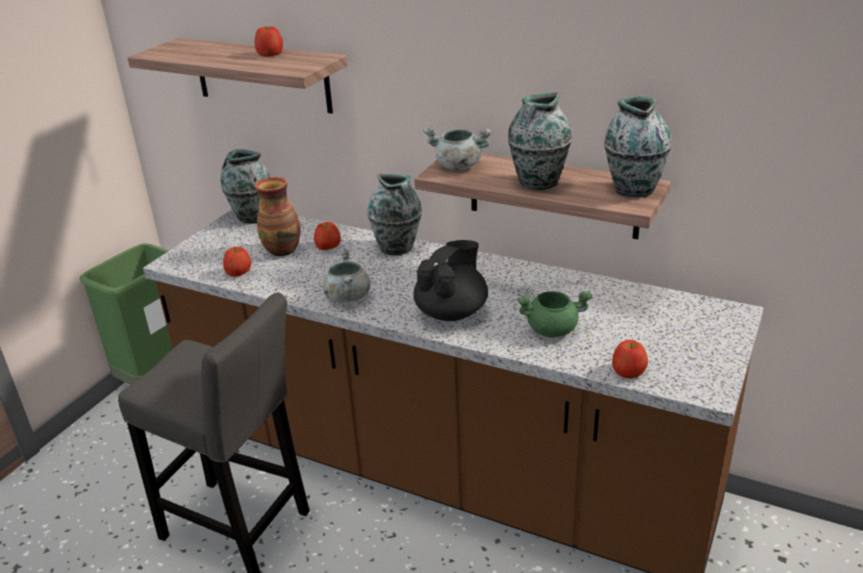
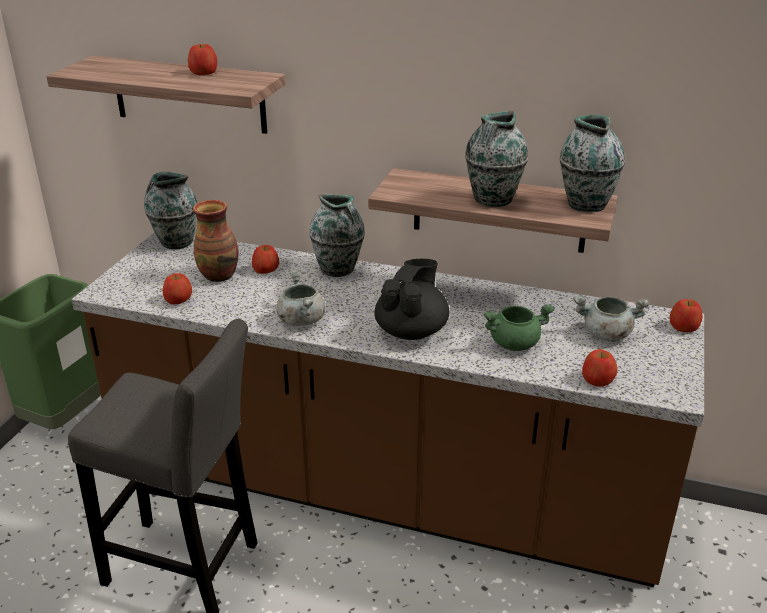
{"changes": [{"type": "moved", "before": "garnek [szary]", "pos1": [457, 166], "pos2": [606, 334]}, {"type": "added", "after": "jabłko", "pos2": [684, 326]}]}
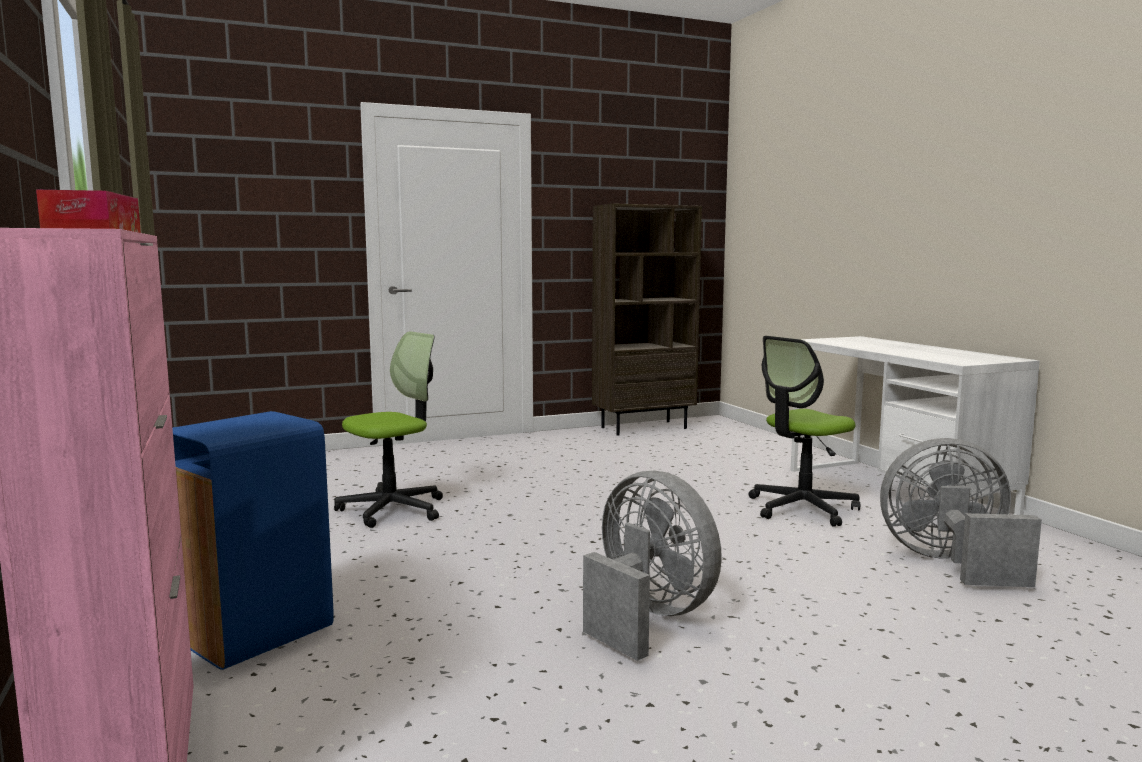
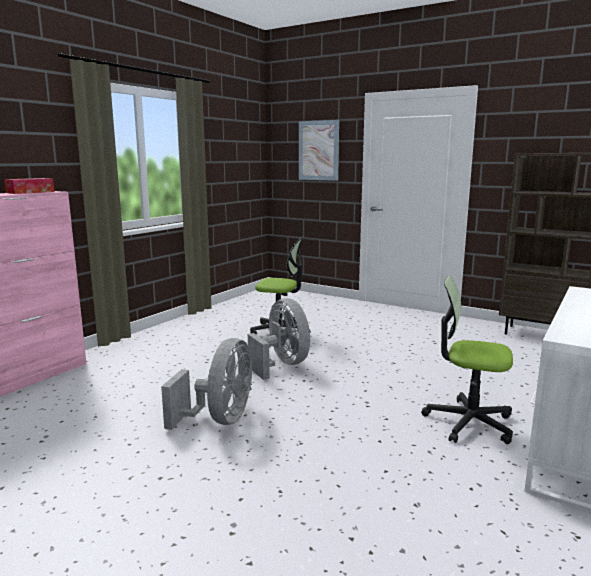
{"changes": [{"type": "removed", "before": "kosz na śmieci [niebieski]", "pos1": [252, 633]}, {"type": "moved", "before": "wentylator [szary]", "pos1": [950, 563], "pos2": [282, 365]}, {"type": "added", "after": "obraz", "pos2": [318, 150]}]}
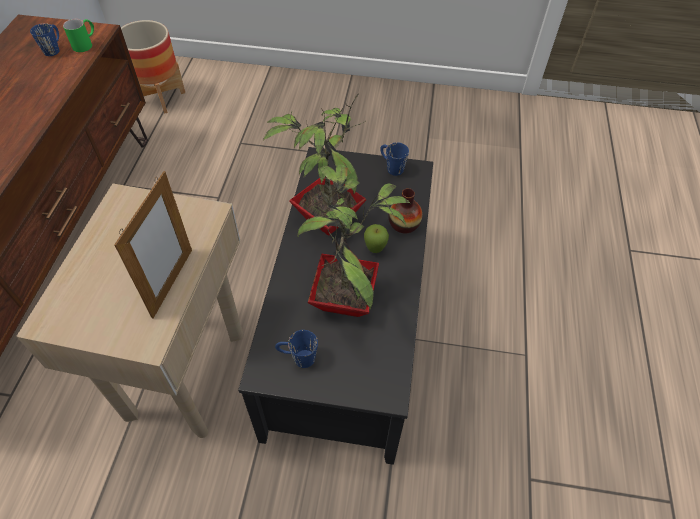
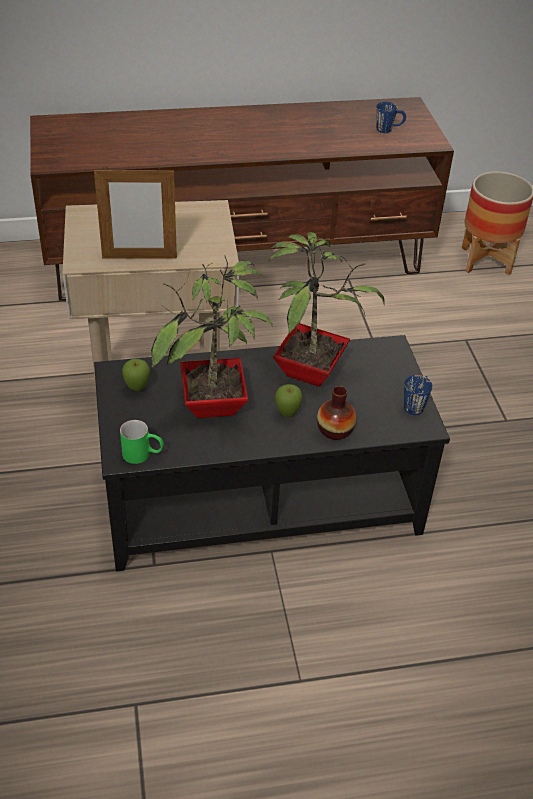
{"changes": [{"type": "moved", "before": "kubek [zielony]", "pos1": [86, 44], "pos2": [143, 455]}, {"type": "replaced", "before": "kubek [niebieski]", "after": "jabłko", "pos1": [297, 358], "pos2": [137, 388]}]}
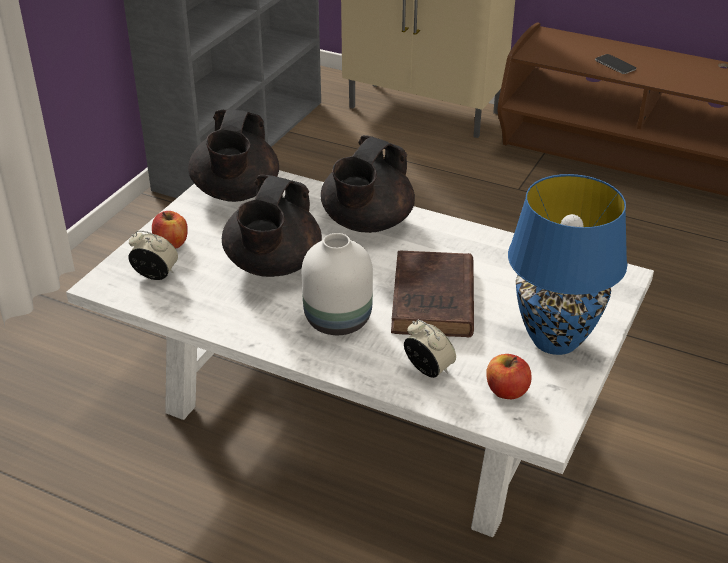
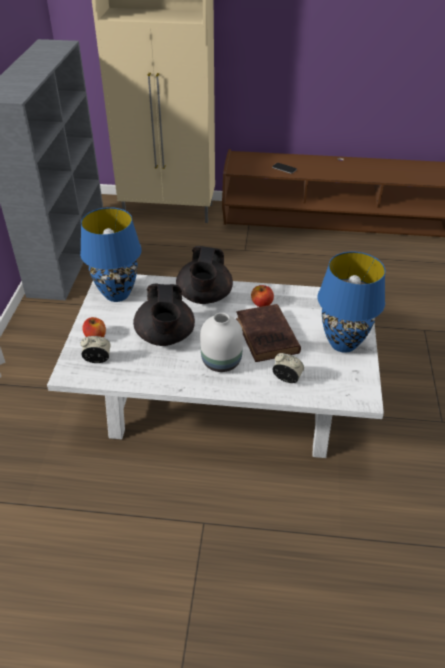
{"changes": [{"type": "replaced", "before": "imbryk [czarny]", "after": "lampa stołowa [niebieski]", "pos1": [236, 193], "pos2": [117, 295]}, {"type": "moved", "before": "jabłko", "pos1": [506, 391], "pos2": [261, 303]}]}
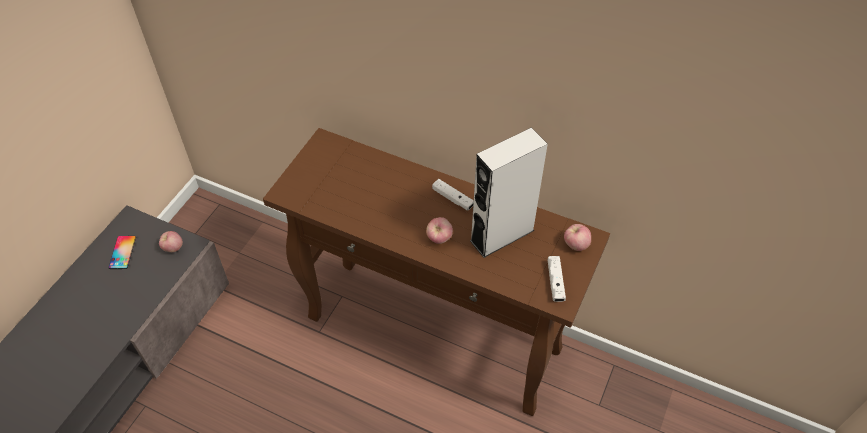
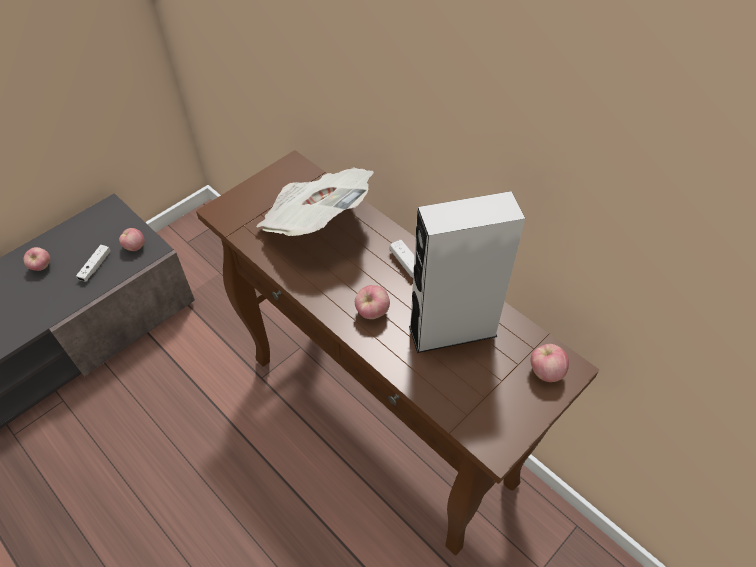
{"changes": [{"type": "removed", "before": "telefon", "pos1": [122, 252]}, {"type": "moved", "before": "pad do gier [biały]", "pos1": [555, 282], "pos2": [95, 266]}, {"type": "added", "after": "gazeta", "pos2": [315, 221]}, {"type": "added", "after": "jabłko", "pos2": [42, 267]}]}
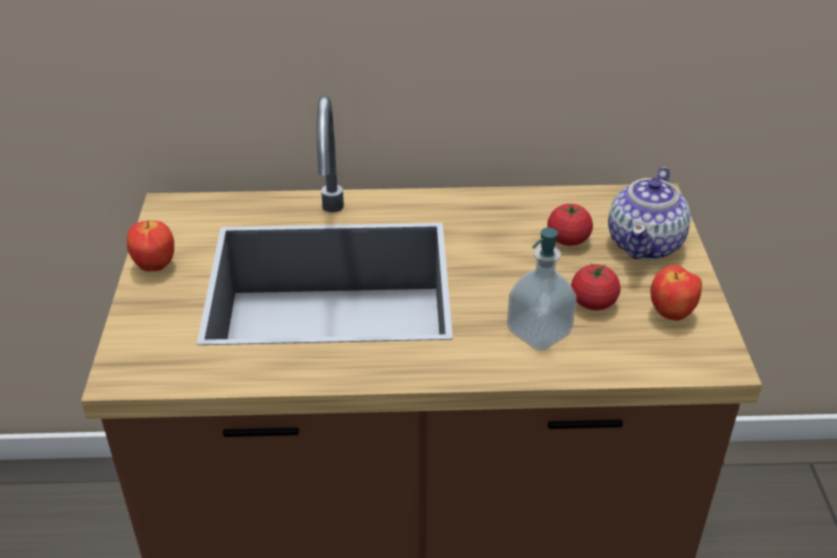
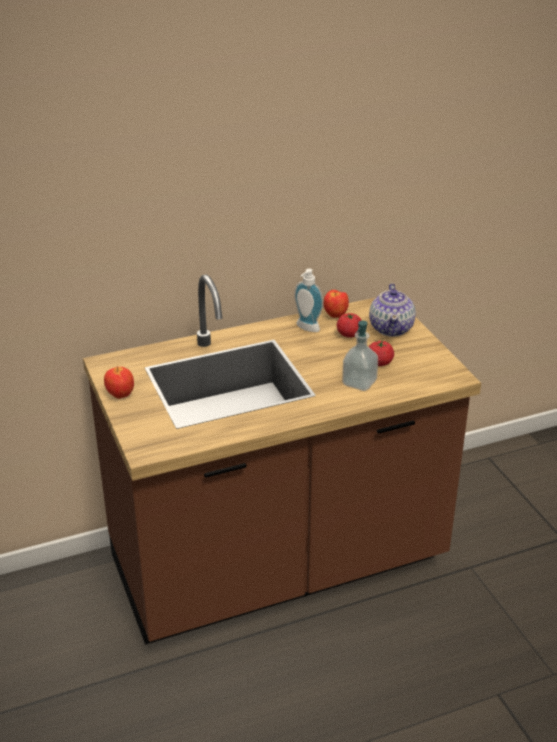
{"changes": [{"type": "moved", "before": "jabłko", "pos1": [671, 314], "pos2": [336, 316]}, {"type": "added", "after": "dozownik mydła", "pos2": [306, 328]}]}
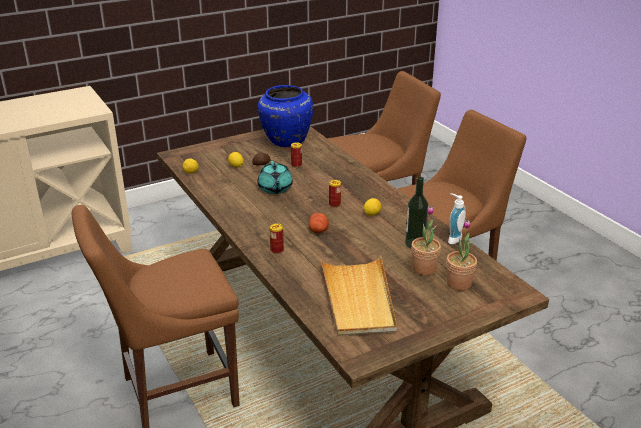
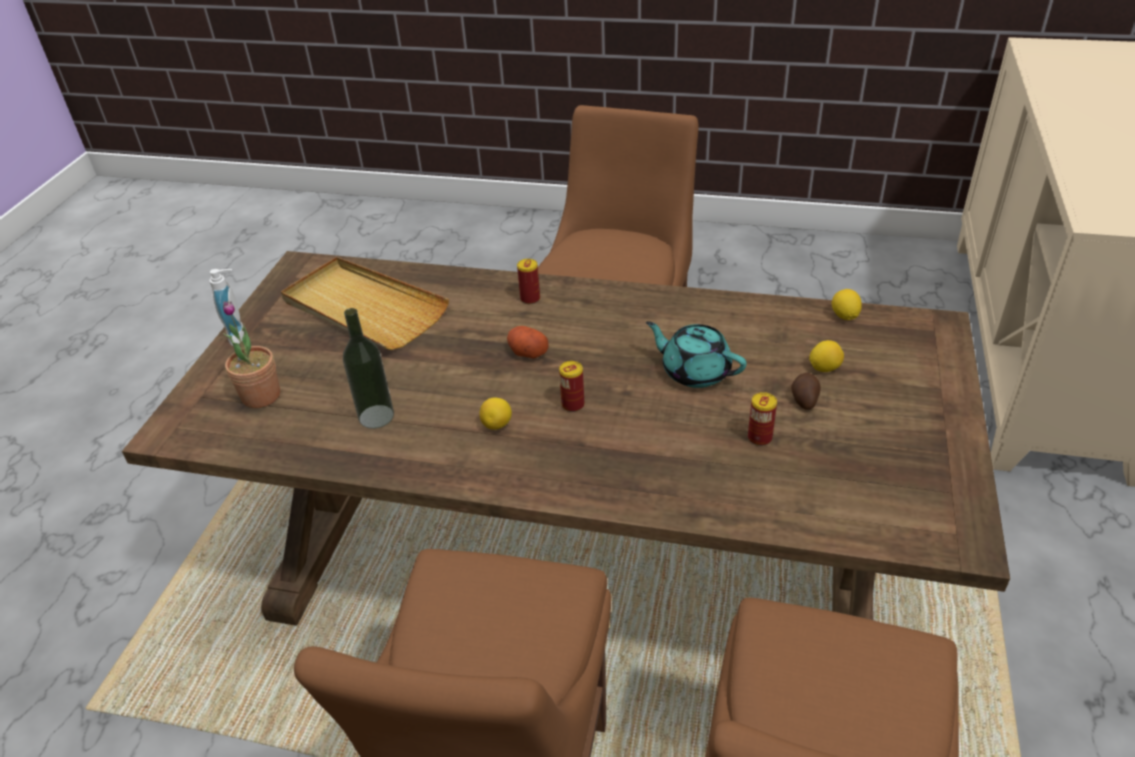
{"changes": [{"type": "removed", "before": "wazon [niebieski]", "pos1": [285, 141]}, {"type": "moved", "before": "dozownik mydła", "pos1": [452, 239], "pos2": [241, 336]}, {"type": "removed", "before": "roślina doniczkowa", "pos1": [424, 268]}]}
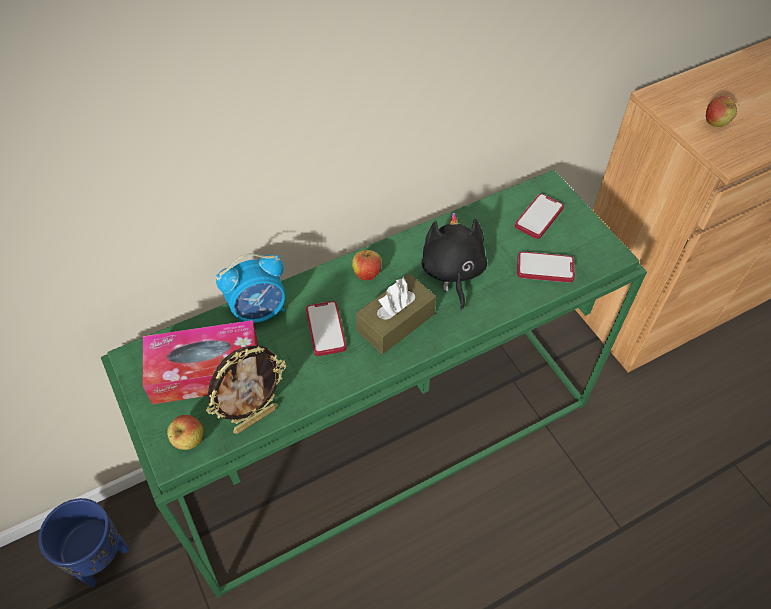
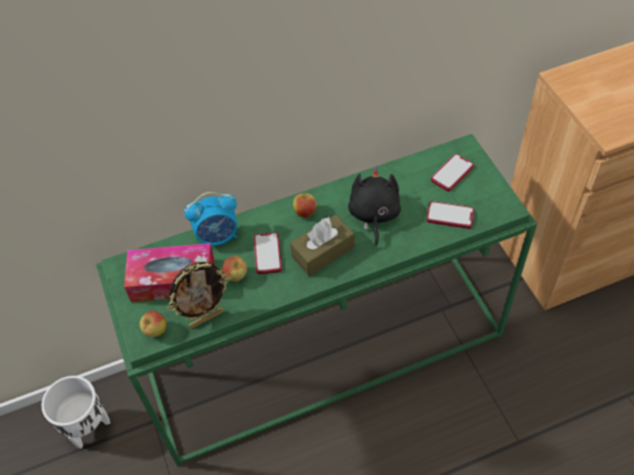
{"changes": [{"type": "moved", "before": "jabłko", "pos1": [715, 123], "pos2": [236, 276]}, {"type": "recoloured", "before": "donica [niebieski]", "after": "donica [biały]", "pos1": [100, 558], "pos2": [88, 427]}]}
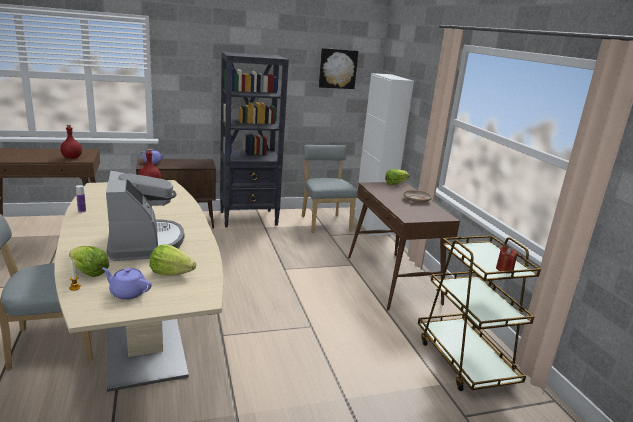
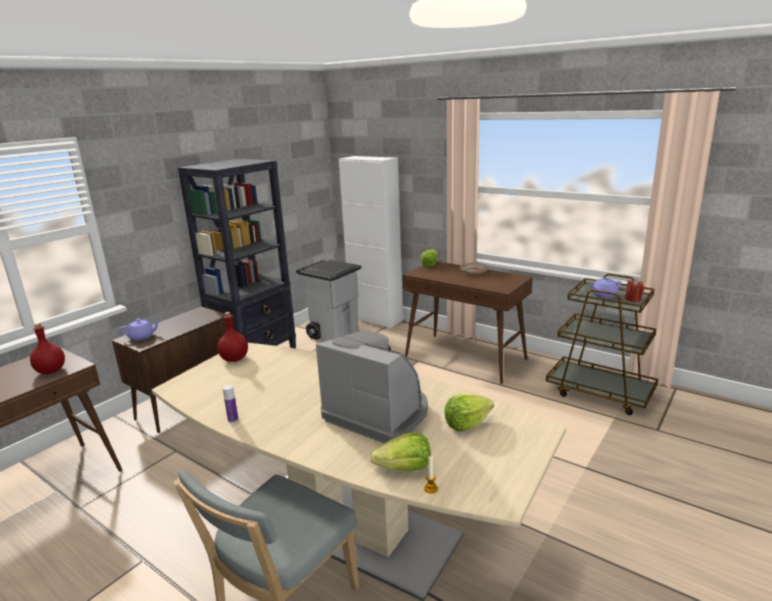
{"changes": [{"type": "removed", "before": "obraz", "pos1": [337, 68]}, {"type": "replaced", "before": "krzesło [szary]", "after": "kosz na śmieci [szary]", "pos1": [325, 222], "pos2": [334, 334]}, {"type": "moved", "before": "imbryk [fioletowy]", "pos1": [127, 293], "pos2": [603, 296]}]}
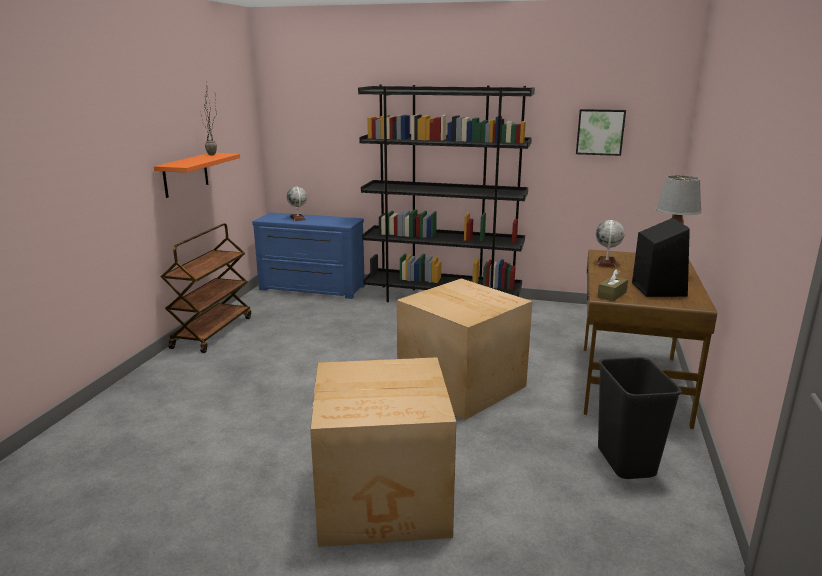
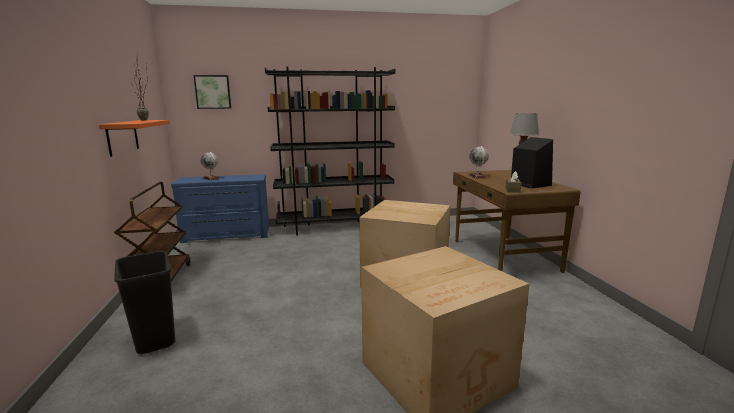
{"changes": [{"type": "moved", "before": "obraz", "pos1": [600, 132], "pos2": [213, 92]}, {"type": "moved", "before": "kosz na śmieci [czarny]", "pos1": [627, 462], "pos2": [156, 339]}]}
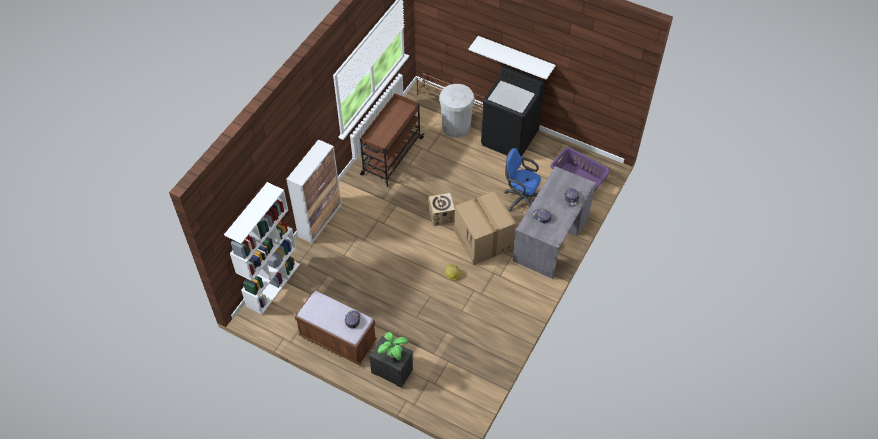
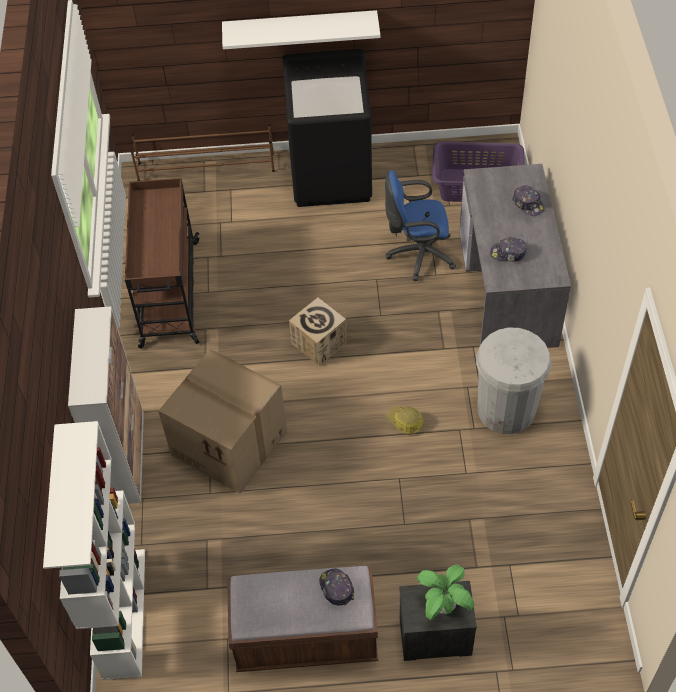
{"changes": [{"type": "moved", "before": "kosz na śmieci [biały]", "pos1": [456, 127], "pos2": [506, 409]}, {"type": "moved", "before": "karton", "pos1": [484, 240], "pos2": [231, 443]}]}
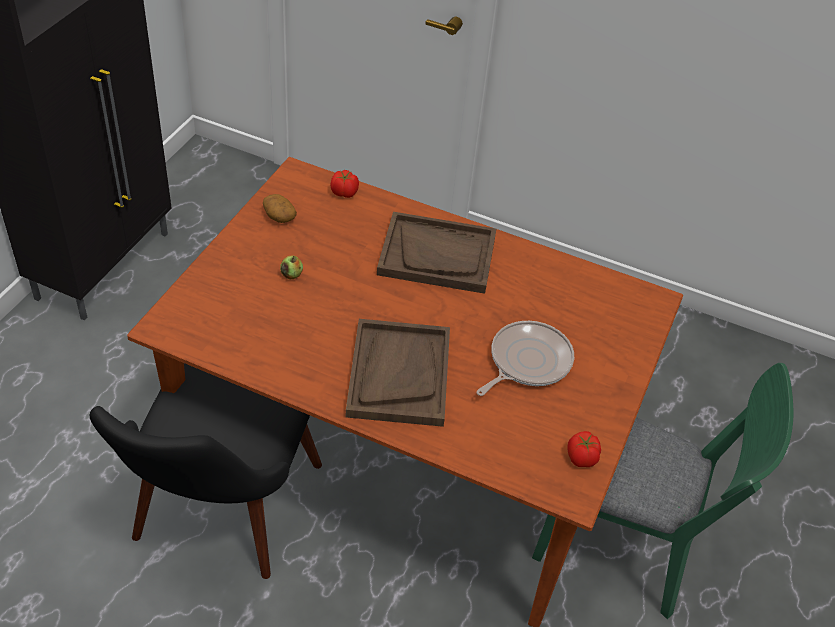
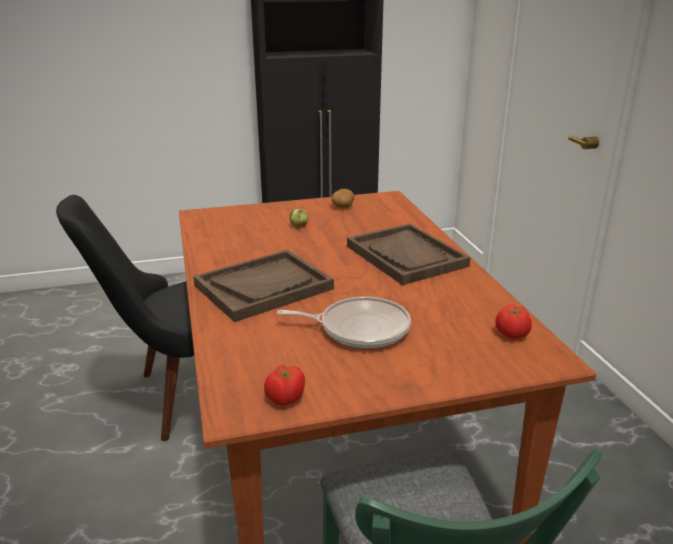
{"changes": [{"type": "moved", "before": "pomidor", "pos1": [344, 193], "pos2": [511, 334]}]}
